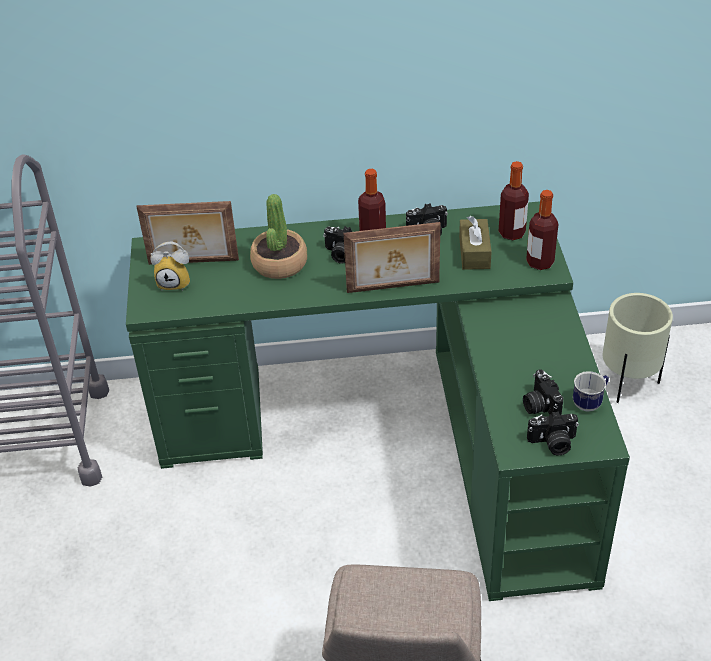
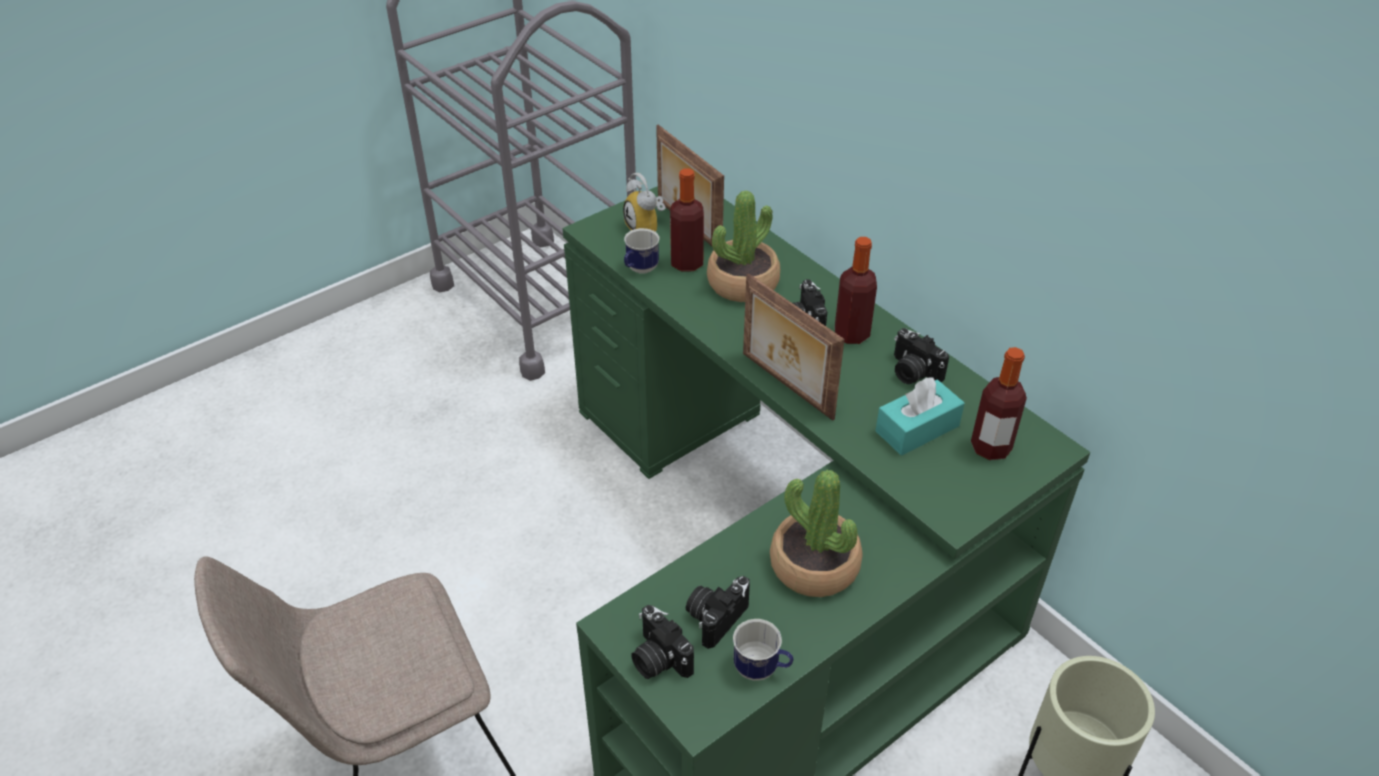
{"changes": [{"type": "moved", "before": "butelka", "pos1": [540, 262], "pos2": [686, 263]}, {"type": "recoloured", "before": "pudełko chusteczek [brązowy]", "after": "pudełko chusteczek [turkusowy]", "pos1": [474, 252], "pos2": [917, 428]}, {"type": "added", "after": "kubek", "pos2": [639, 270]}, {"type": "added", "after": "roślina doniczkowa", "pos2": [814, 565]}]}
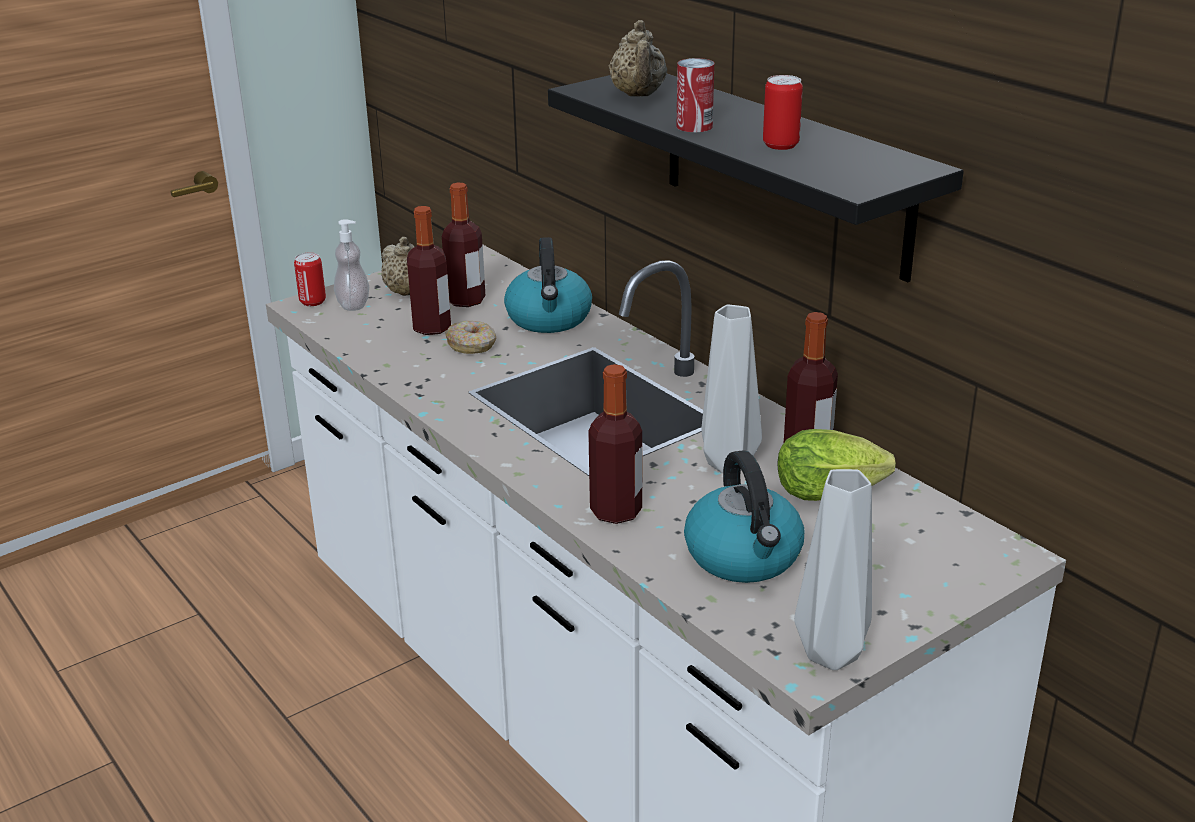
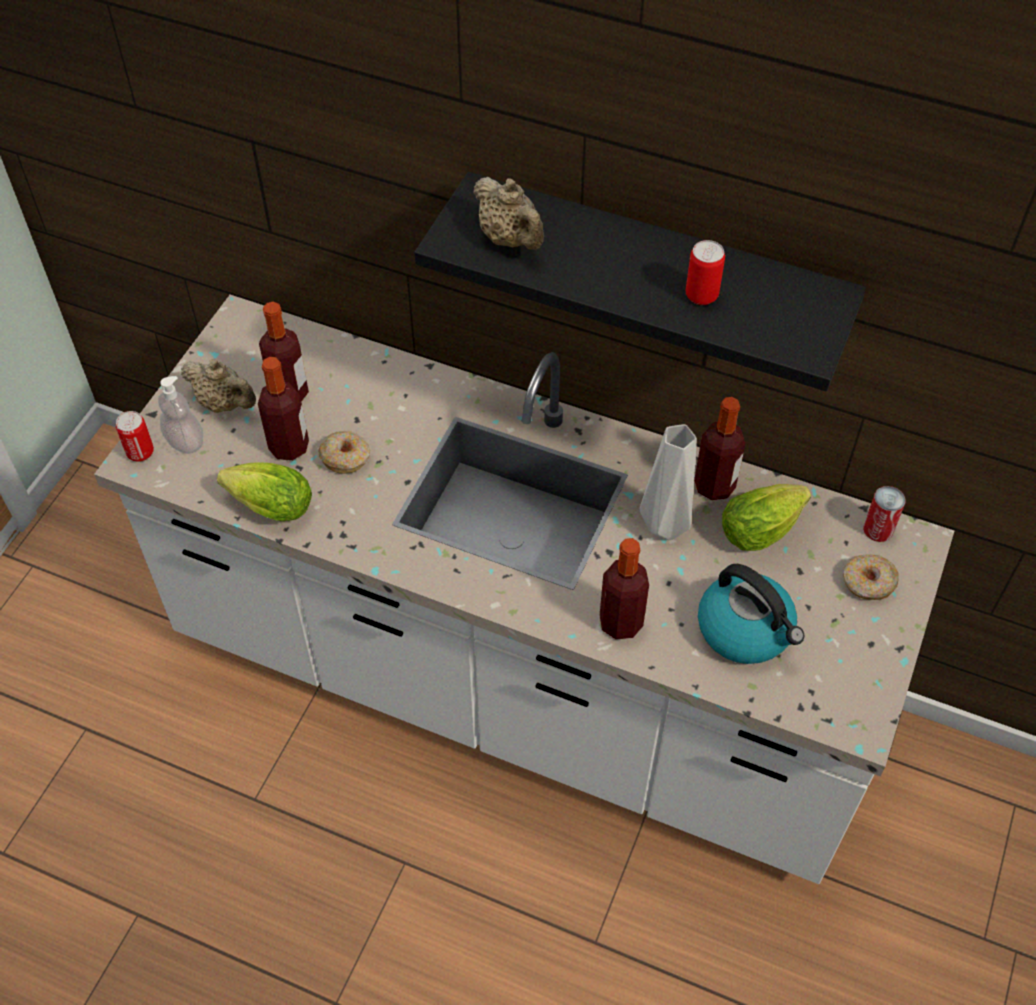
{"changes": [{"type": "moved", "before": "puszka", "pos1": [694, 126], "pos2": [878, 529]}, {"type": "removed", "before": "czajnik", "pos1": [549, 319]}, {"type": "removed", "before": "wazon [szary]", "pos1": [835, 654]}, {"type": "added", "after": "sałata", "pos2": [266, 506]}, {"type": "added", "after": "donut", "pos2": [868, 583]}]}
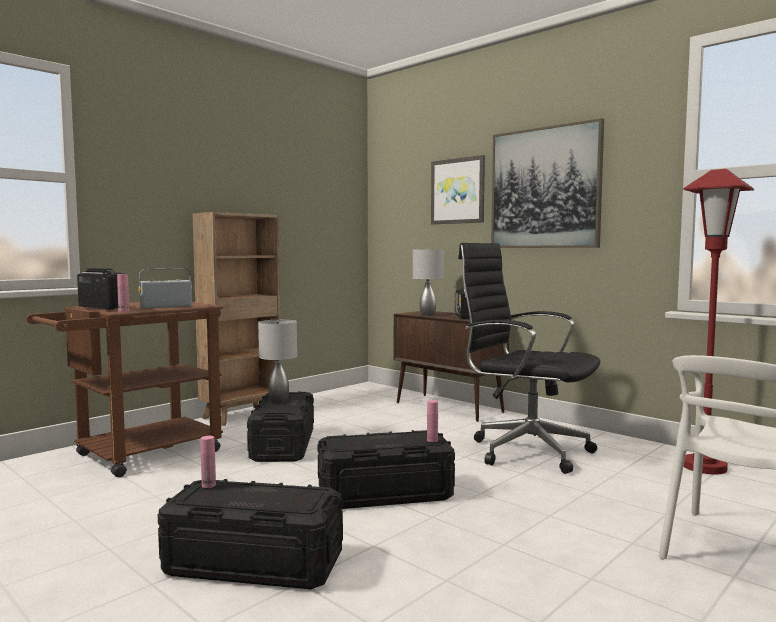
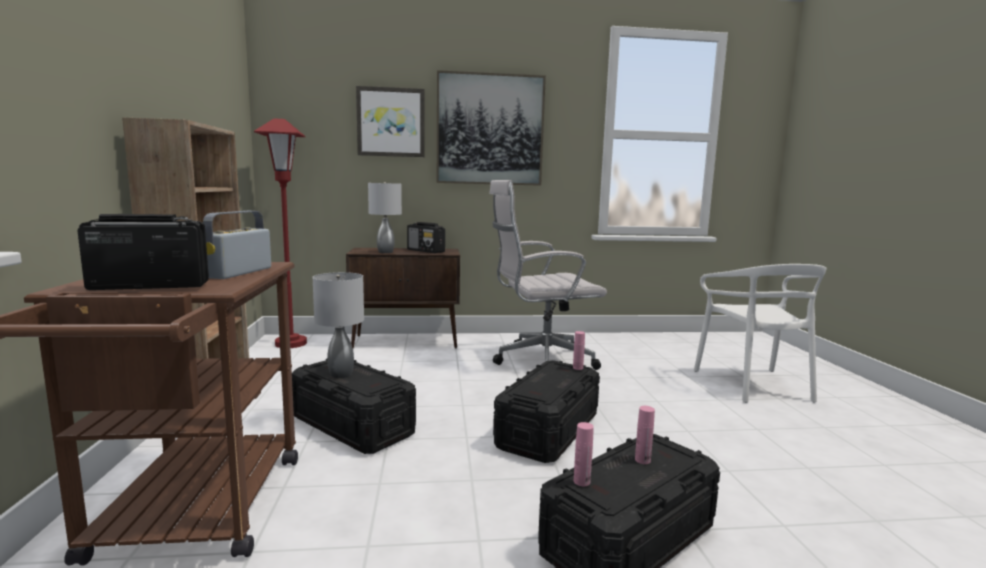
{"changes": [{"type": "moved", "before": "lampa stojąca [czerwony]", "pos1": [704, 467], "pos2": [291, 343]}, {"type": "recoloured", "before": "krzesło biurowe [czarny]", "after": "krzesło biurowe [biały]", "pos1": [525, 451], "pos2": [540, 361]}, {"type": "moved", "before": "butelka [różowy]", "pos1": [124, 311], "pos2": [642, 460]}]}
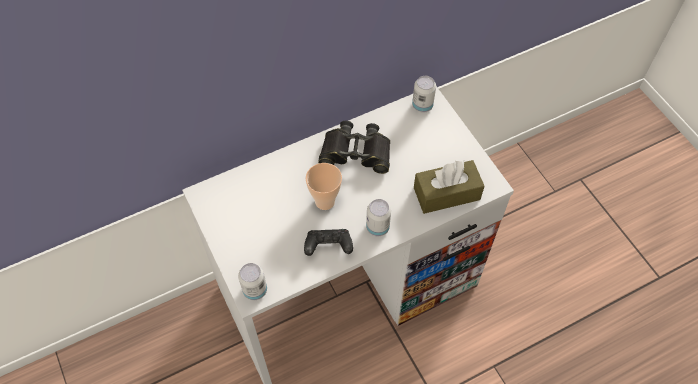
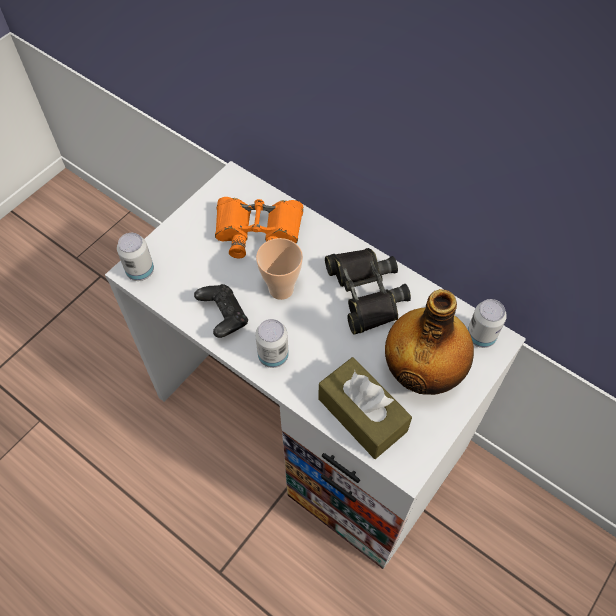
{"changes": [{"type": "added", "after": "lornetka [pomarańczowy]", "pos2": [258, 232]}, {"type": "added", "after": "butelka", "pos2": [423, 372]}]}
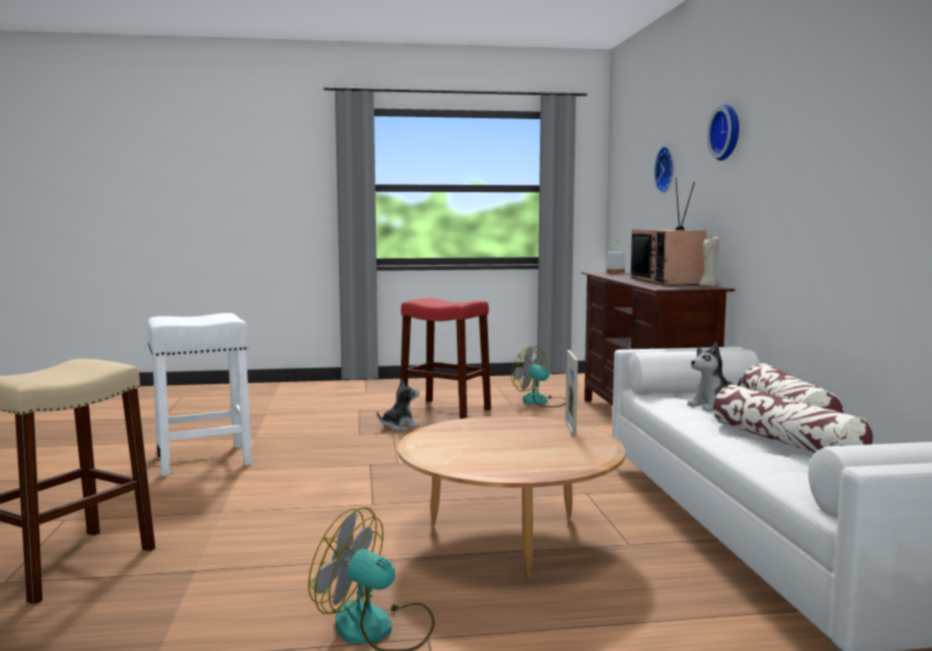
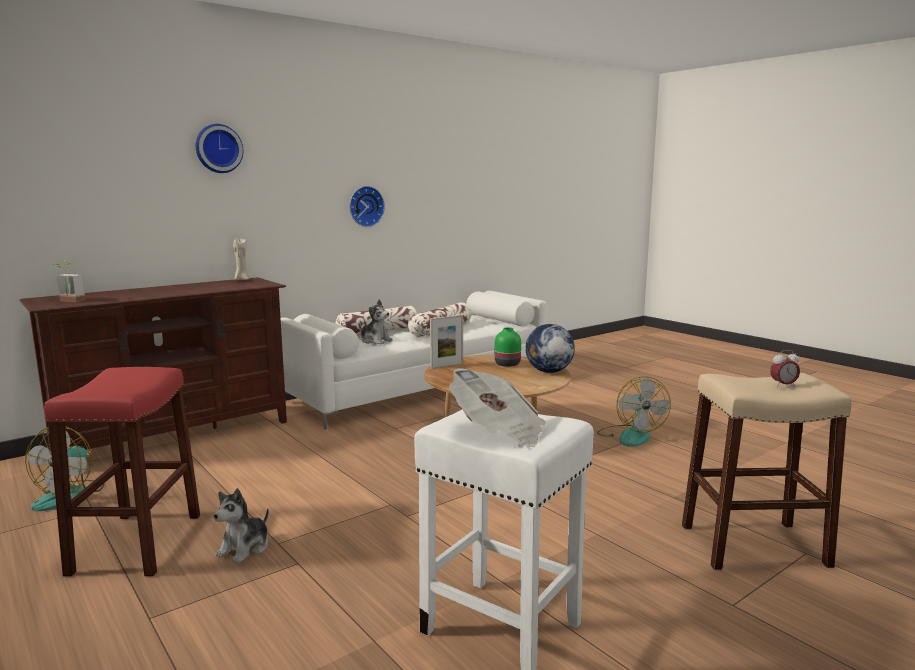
{"changes": [{"type": "moved", "before": "zegar ścienny", "pos1": [667, 170], "pos2": [365, 206]}, {"type": "removed", "before": "telewizor", "pos1": [668, 281]}, {"type": "turned", "before": "pluszak", "pos1": [399, 426], "pos2": [245, 548], "turn": -90}, {"type": "added", "after": "globus", "pos2": [548, 371]}, {"type": "added", "after": "wazon [zielony]", "pos2": [506, 364]}, {"type": "added", "after": "budzik", "pos2": [783, 385]}, {"type": "added", "after": "gazeta", "pos2": [498, 432]}]}
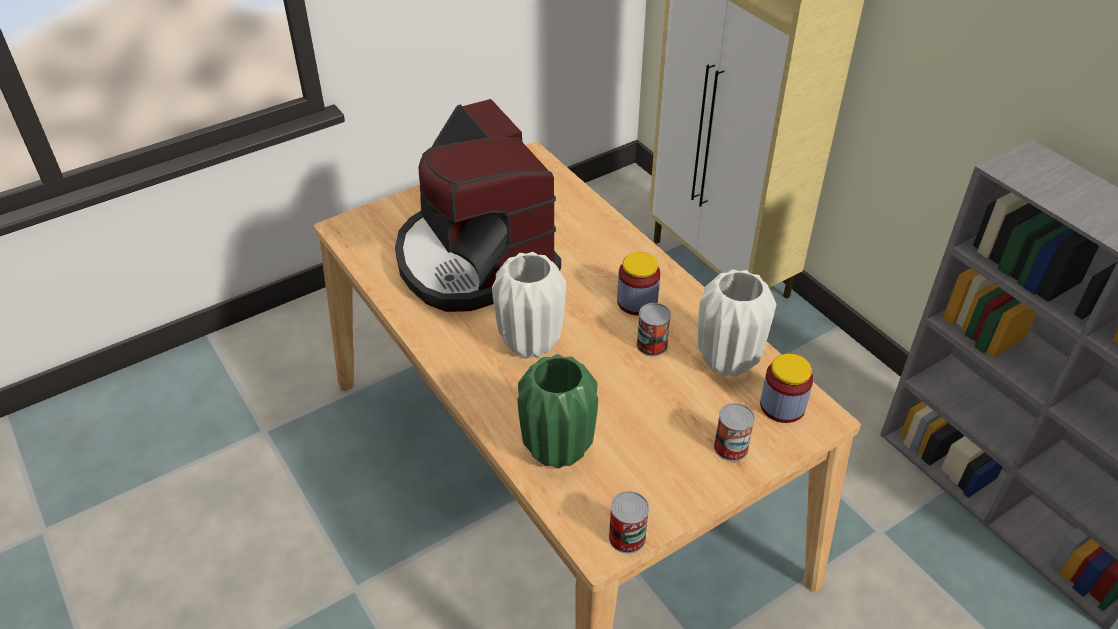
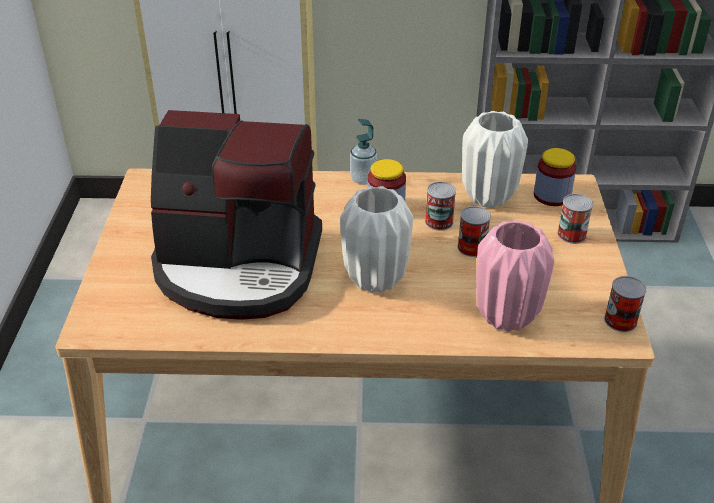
{"changes": [{"type": "recoloured", "before": "wazon [zielony]", "after": "wazon [różowy]", "pos1": [557, 450], "pos2": [507, 317]}, {"type": "added", "after": "dozownik mydła", "pos2": [363, 179]}, {"type": "added", "after": "puszka", "pos2": [472, 247]}]}
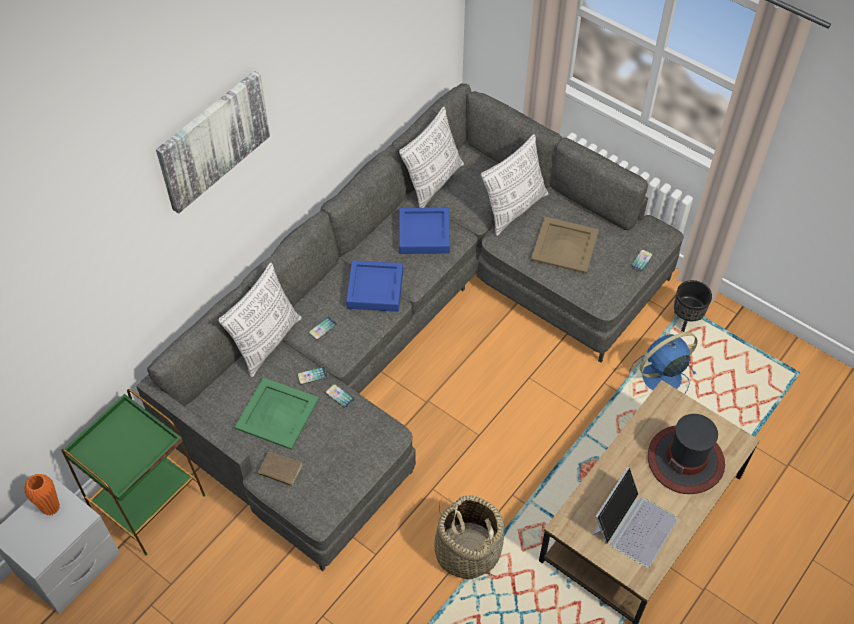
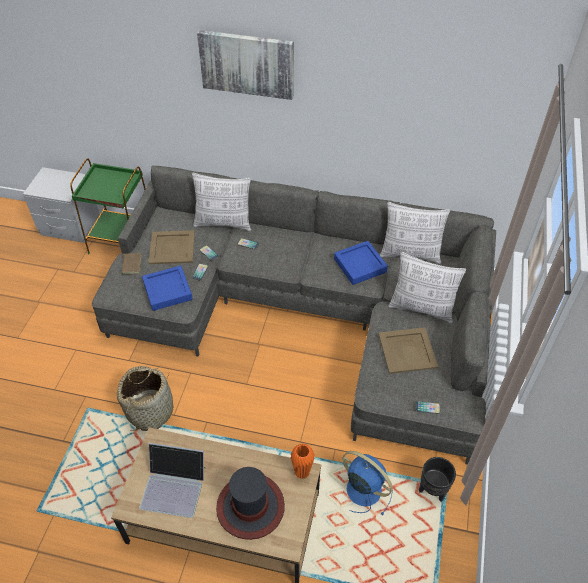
{"changes": [{"type": "moved", "before": "taca [niebieski]", "pos1": [375, 289], "pos2": [167, 291]}, {"type": "recoloured", "before": "taca [zielony]", "after": "taca [beżowy]", "pos1": [277, 413], "pos2": [172, 247]}, {"type": "moved", "before": "wazon [pomarańczowy]", "pos1": [51, 508], "pos2": [302, 472]}]}
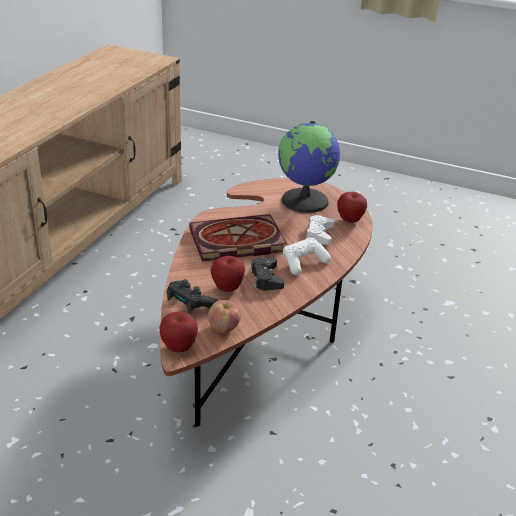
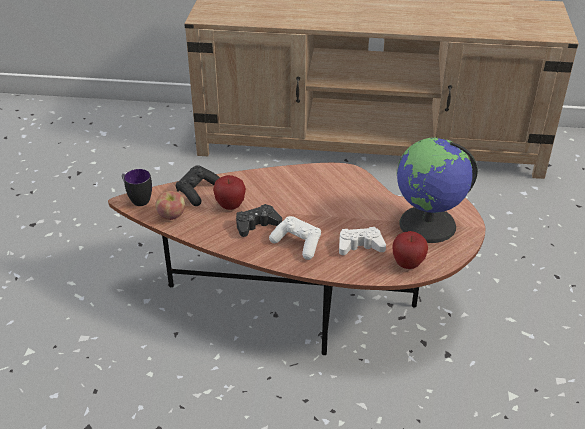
{"changes": [{"type": "removed", "before": "książka", "pos1": [235, 242]}, {"type": "replaced", "before": "jabłko", "after": "kubek", "pos1": [179, 347], "pos2": [137, 199]}]}
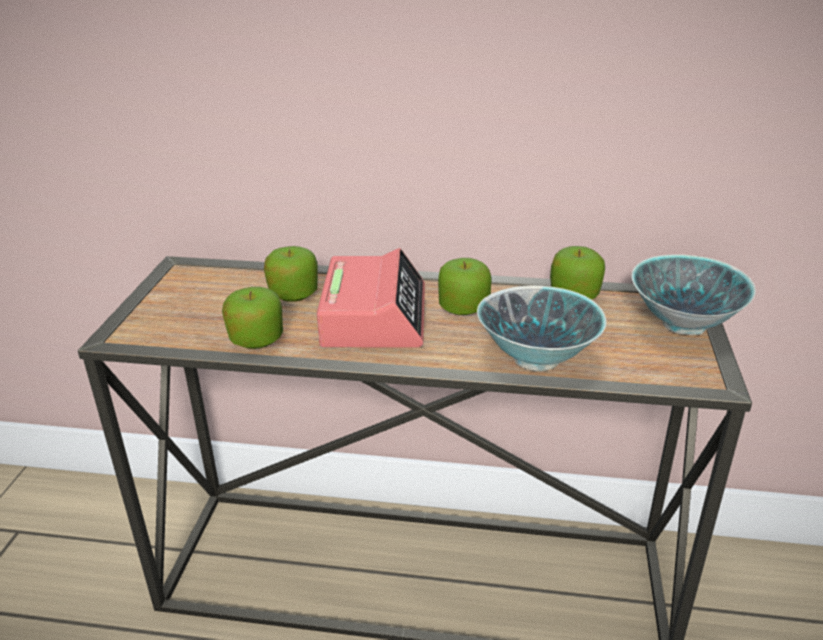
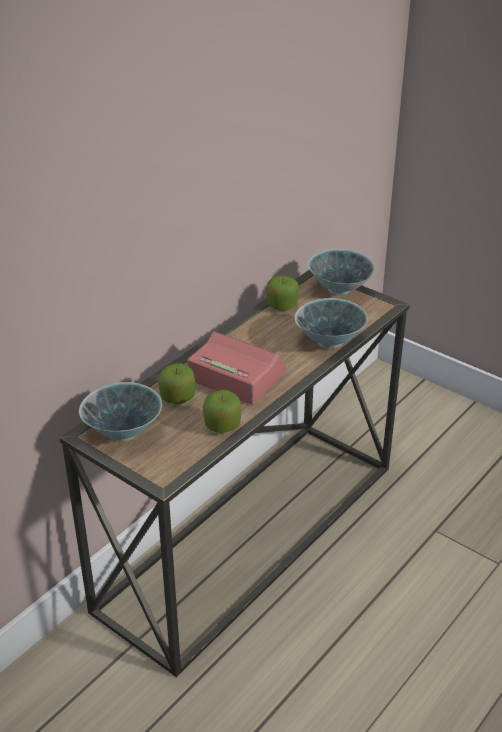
{"changes": [{"type": "removed", "before": "jabłko", "pos1": [463, 307]}, {"type": "added", "after": "miska", "pos2": [124, 433]}]}
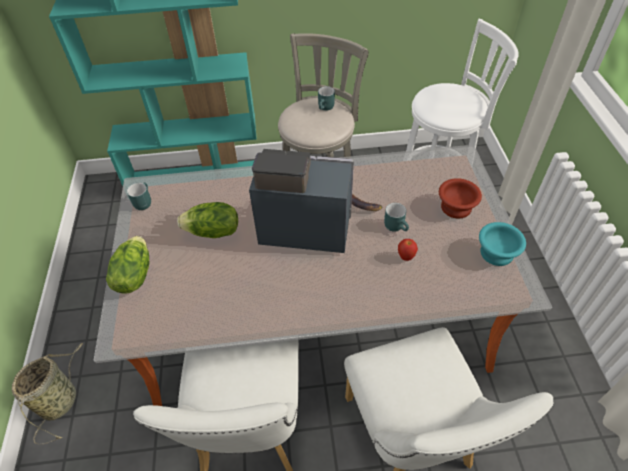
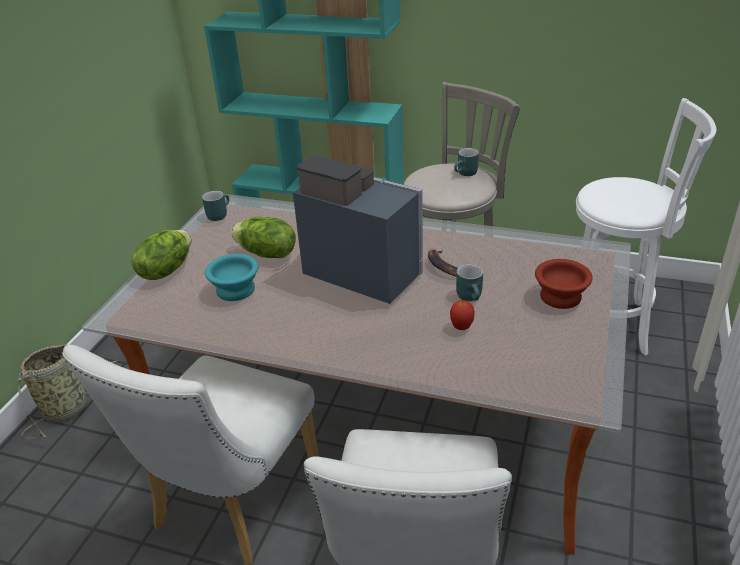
{"changes": [{"type": "moved", "before": "miska [turkusowy]", "pos1": [495, 252], "pos2": [235, 289]}]}
